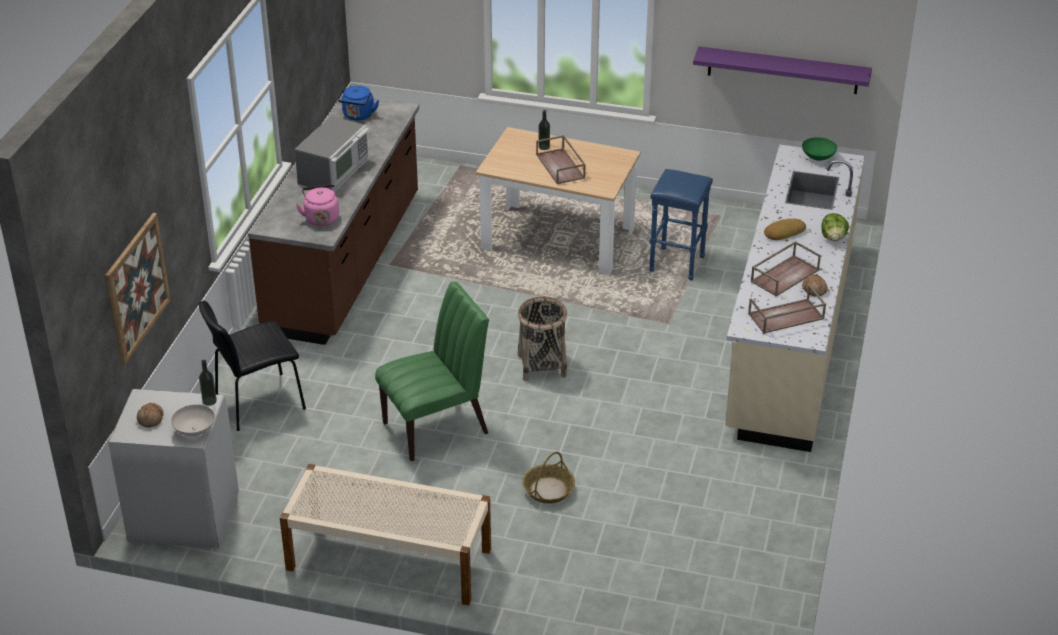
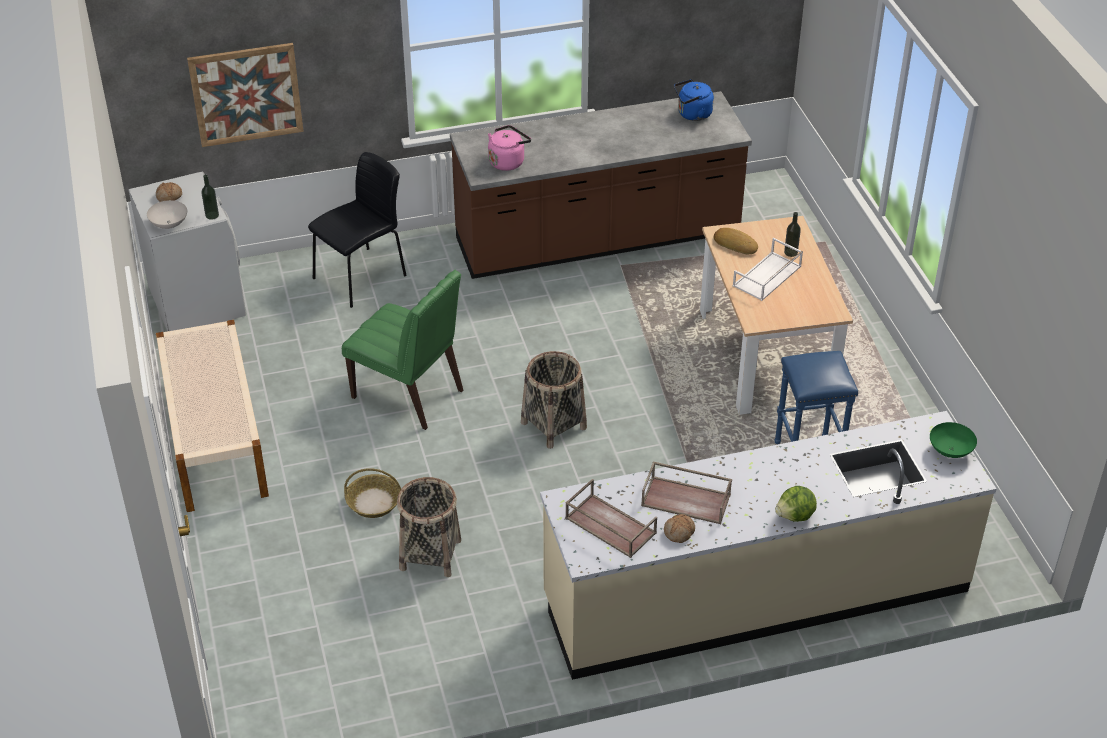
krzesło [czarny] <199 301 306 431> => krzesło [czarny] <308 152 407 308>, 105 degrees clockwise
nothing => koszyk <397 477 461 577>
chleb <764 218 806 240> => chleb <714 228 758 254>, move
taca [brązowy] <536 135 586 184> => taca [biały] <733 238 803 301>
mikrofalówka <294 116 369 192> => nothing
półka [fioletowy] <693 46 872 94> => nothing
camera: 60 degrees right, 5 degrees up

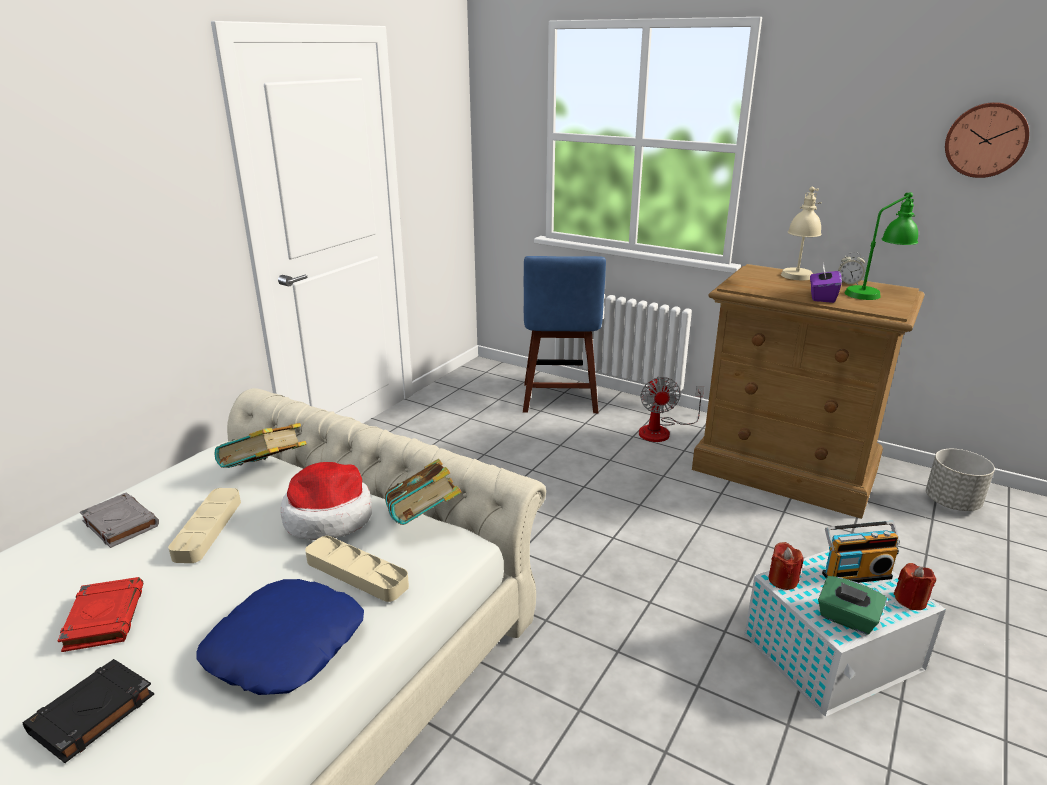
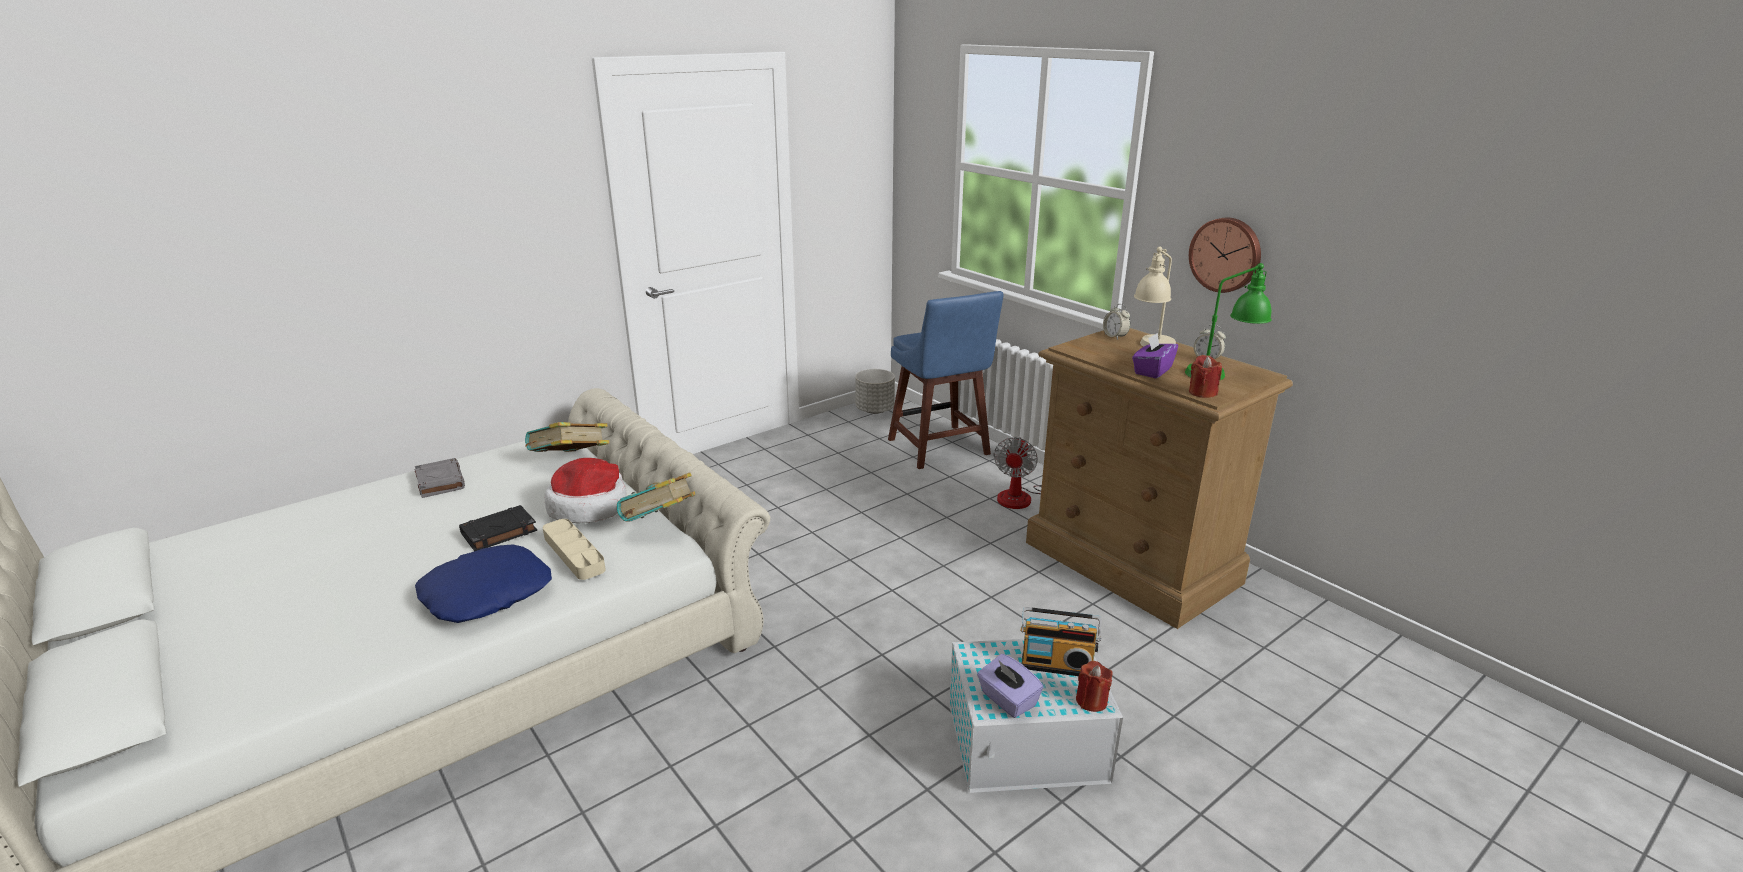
książka [czarny] <23 659 154 763> => książka [czarny] <459 505 537 551>, move
donica [szary] <926 449 995 511> => donica [szary] <855 369 895 414>, move
krzesło [niebieski] <523 256 606 413> => krzesło [niebieski] <888 291 1004 469>, 45 degrees counterclockwise
pudełko chusteczek [zielony] <818 576 887 635> => pudełko chusteczek [fioletowy] <977 654 1043 718>
nothing => budzik <1103 304 1131 340>
zegar ścienny <945 102 1029 178> => zegar ścienny <1189 217 1261 293>, move
świeca [czerwony] <768 542 804 590> => świeca [czerwony] <1189 355 1222 398>, move
książka [czerwony] <58 577 143 652> => nothing
taca [beżowy] <168 488 241 563> => nothing
camera: 20 degrees right, 0 degrees up

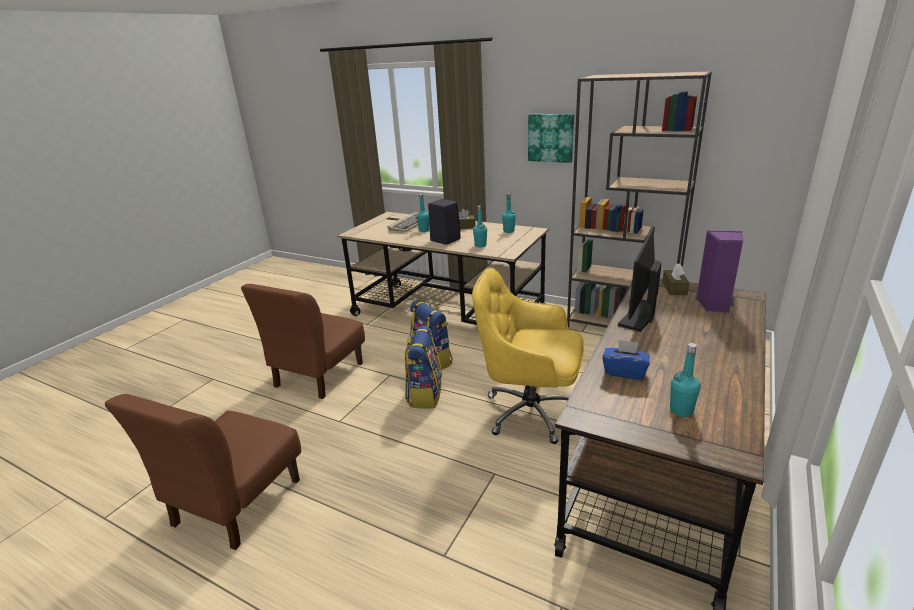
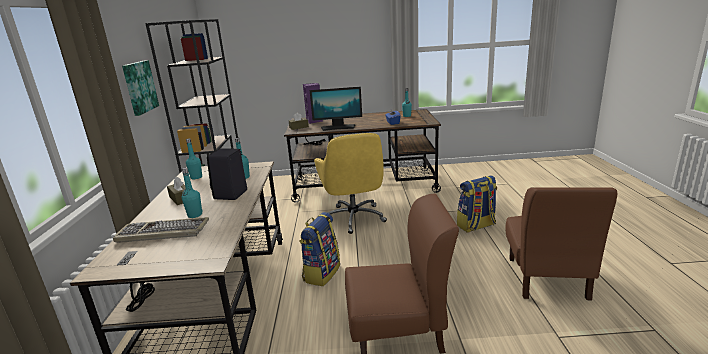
plecak <405 326 442 408> => plecak <457 175 497 233>, move
krzesło [brązowy] <105 394 301 550> => krzesło [brązowy] <505 188 617 300>, 105 degrees clockwise
camera: 120 degrees left, 5 degrees down

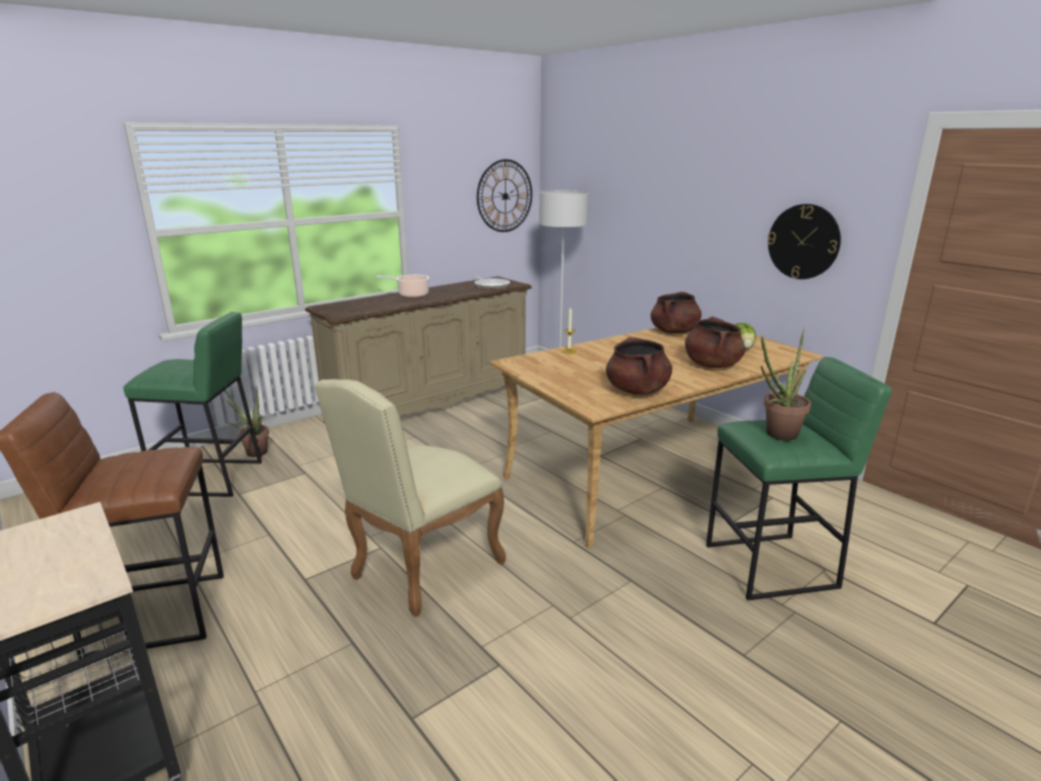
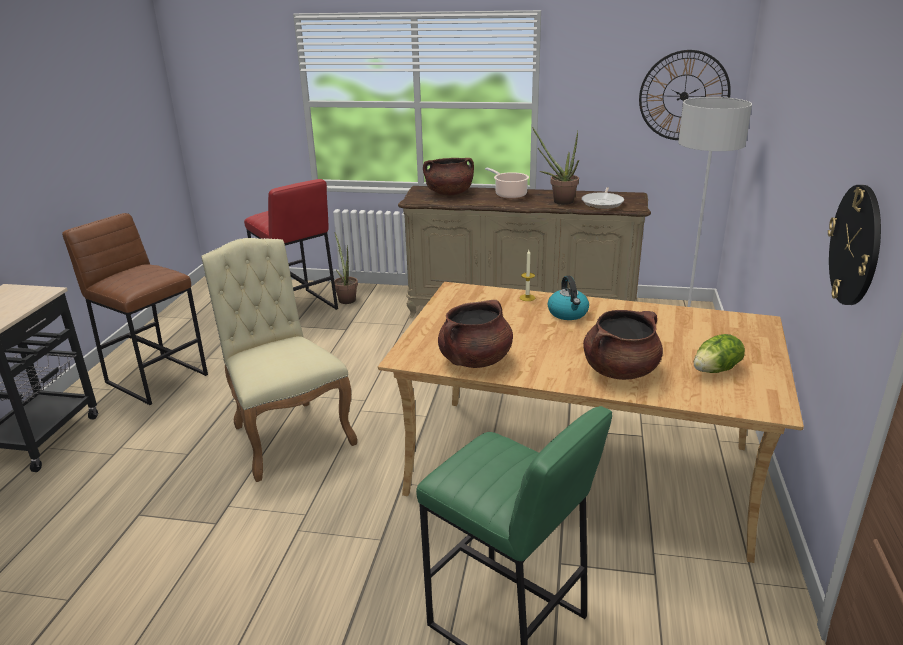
krzesło [beżowy] <314 379 506 617> => krzesło [beżowy] <201 238 357 482>, 60 degrees clockwise
stołek [zielony] <123 312 262 497> => stołek [czerwony] <244 179 338 310>
garnek [brązowy] <651 292 702 334> => garnek [brązowy] <423 158 474 195>, move
roślina doniczkowa <761 327 811 441> => roślina doniczkowa <532 127 579 205>, move
nothing => czajnik <548 276 589 320>
camera: 50 degrees right, 5 degrees up

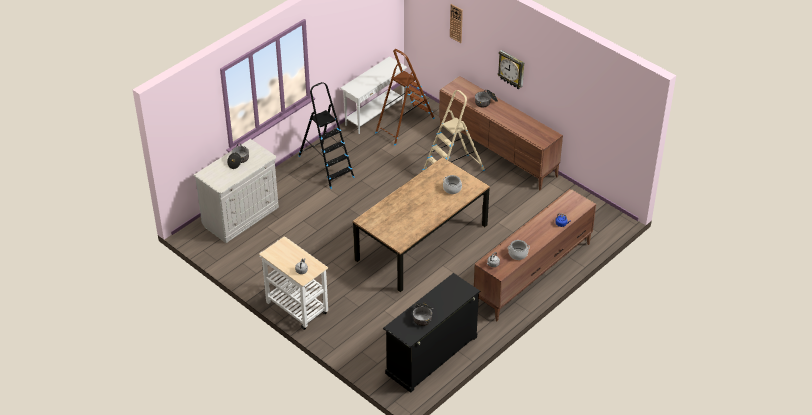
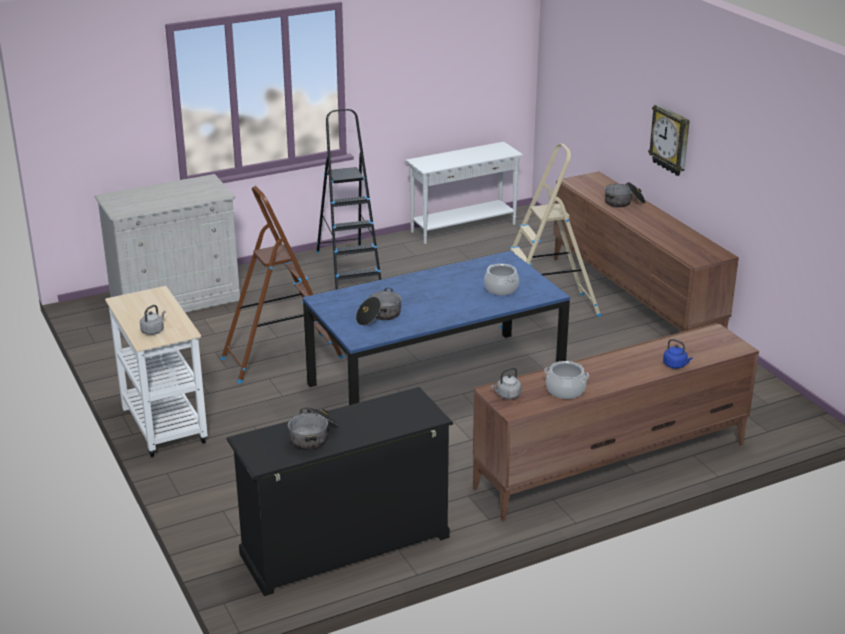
drabinka [brązowy] <375 49 435 146> => drabinka [brązowy] <221 186 344 384>, move
stół jadalny [brązowy] <353 157 490 293> => stół jadalny [niebieski] <303 251 570 405>
garnek <227 144 249 169> => garnek <356 288 402 326>, move
zegar ścienny <450 4 463 43> => nothing
camera: 20 degrees right, 15 degrees down

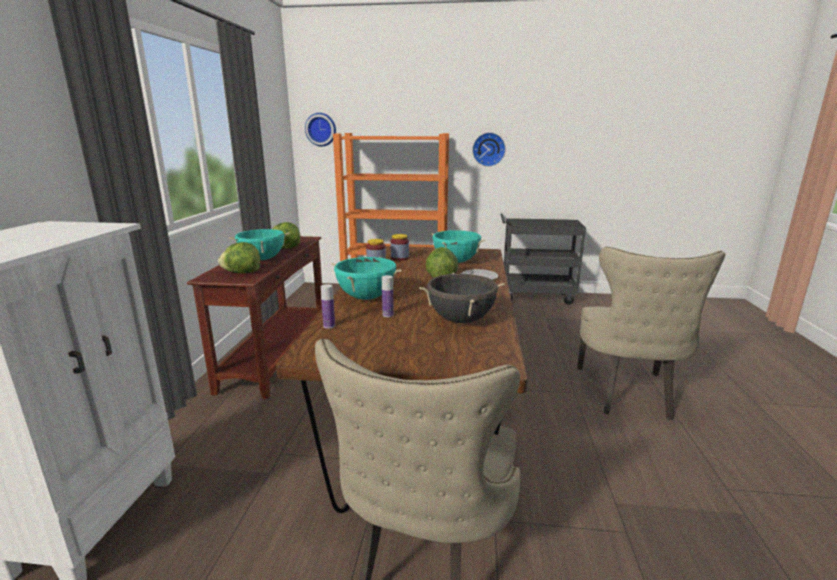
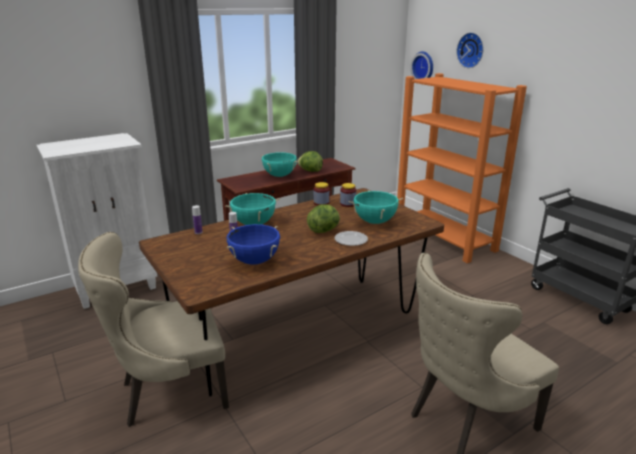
garnek [czarny] <419 273 505 323> => garnek [niebieski] <227 224 280 265>
zegar ścienny <472 132 506 167> => zegar ścienny <456 32 484 68>, move
sałata <218 242 261 273> => nothing
camera: 50 degrees right, 5 degrees up

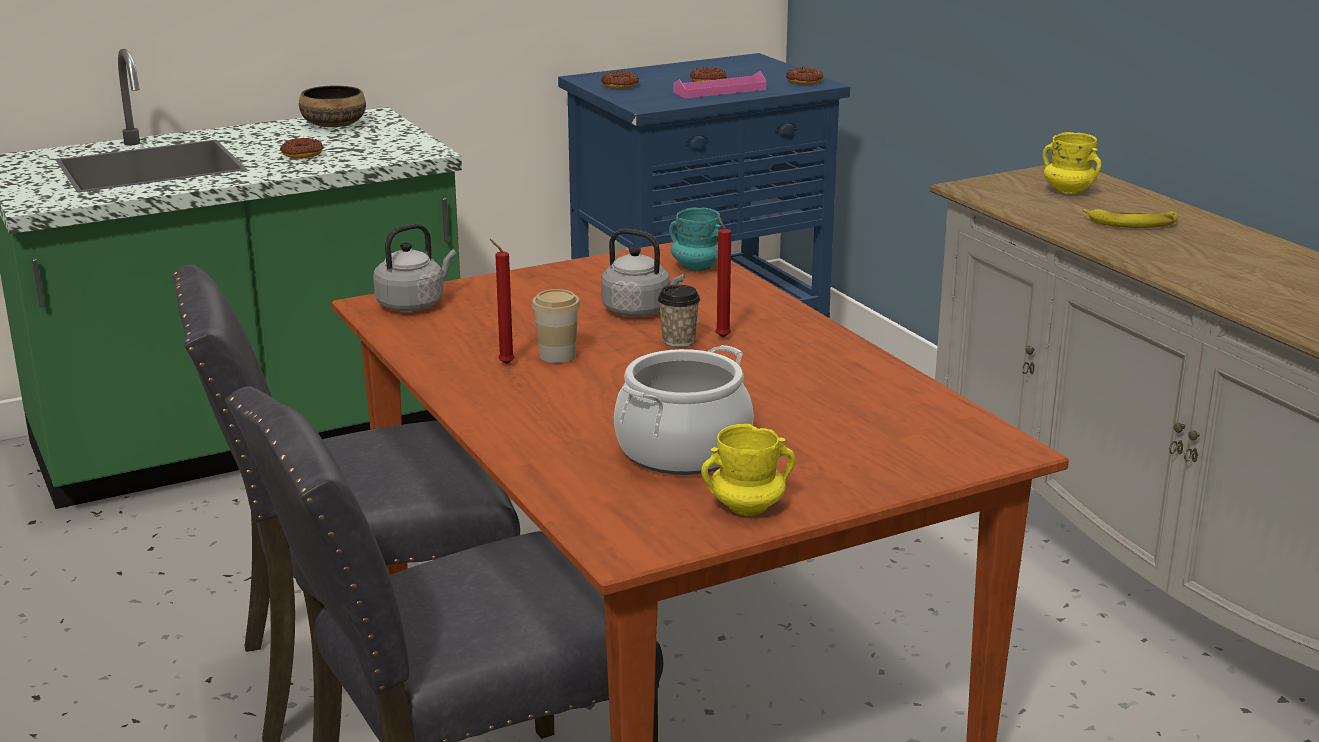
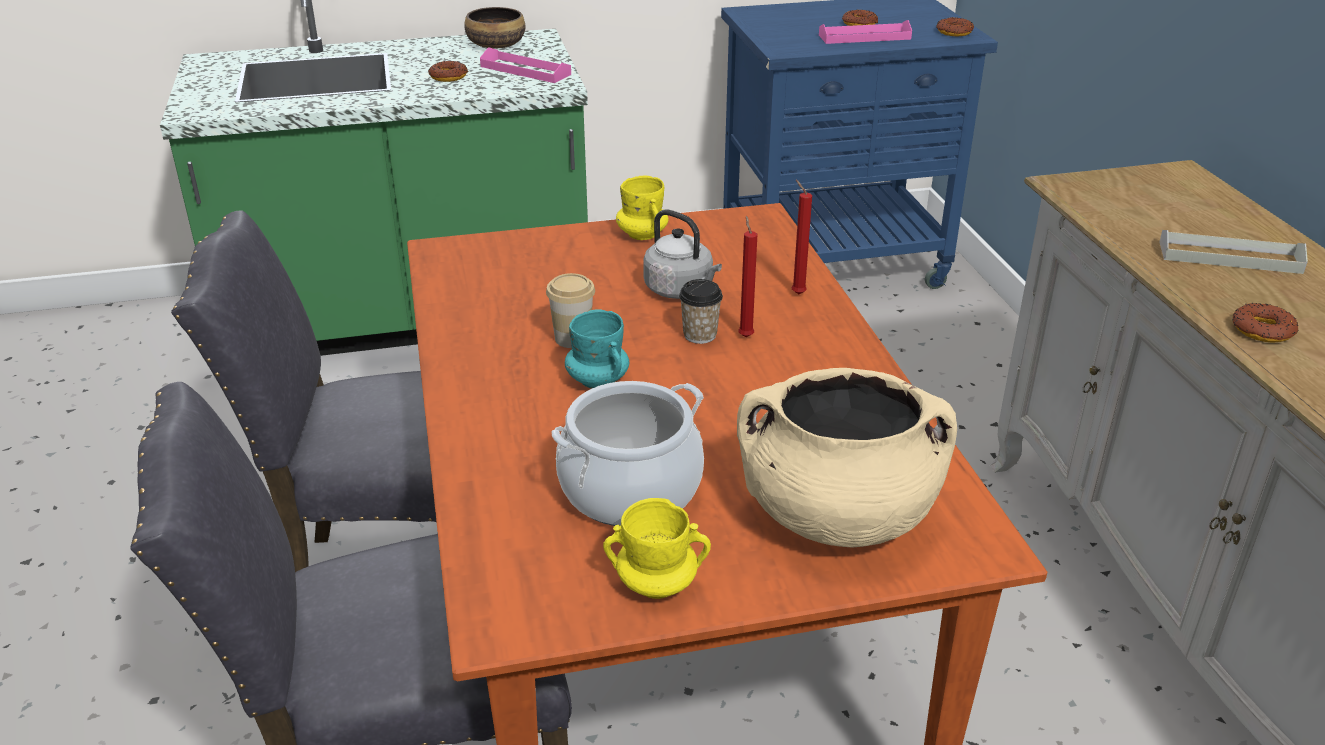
nothing => taca [różowy] <480 47 571 83>
kubek [turkusowy] <669 207 720 271> => kubek [turkusowy] <565 309 629 388>, move
kubek [żółty] <1043 132 1102 194> => kubek [żółty] <616 176 669 240>, move
nothing => garnek [beżowy] <737 368 957 548>
świeca [czerwony] <490 239 515 364> => świeca [czerwony] <792 180 812 294>, move
banan <1083 209 1178 228> => taca [szary] <1159 230 1308 274>
donut <601 71 639 89> => donut <1233 303 1298 343>, move
czajnik [szary] <373 223 456 311> => nothing
camera: 15 degrees right, 10 degrees up

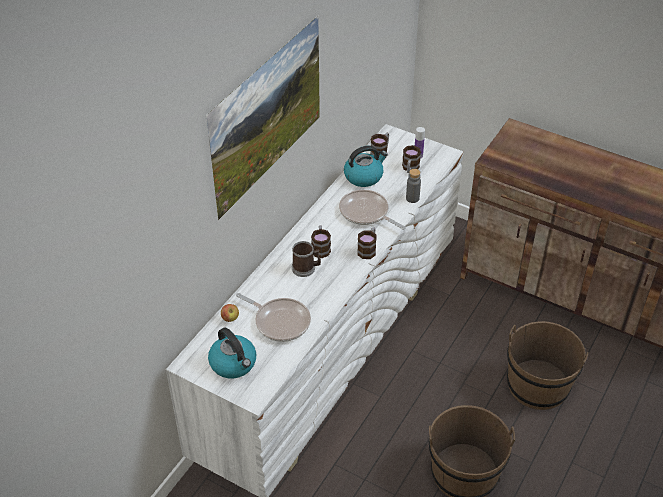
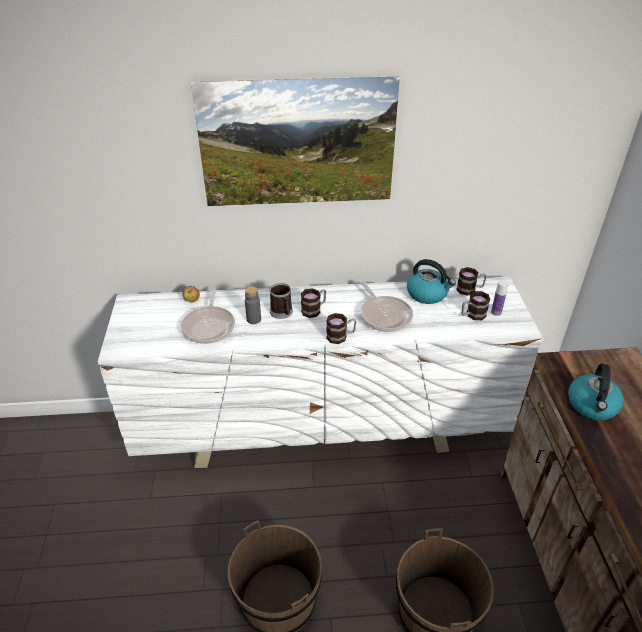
butelka [szary] <406 169 421 203> => butelka [szary] <245 286 261 324>, move
patelnia <339 190 406 230> => patelnia <360 281 413 332>, 150 degrees clockwise
czajnik <208 328 256 378> => czajnik <568 363 624 420>, move
camera: 55 degrees right, 5 degrees down

